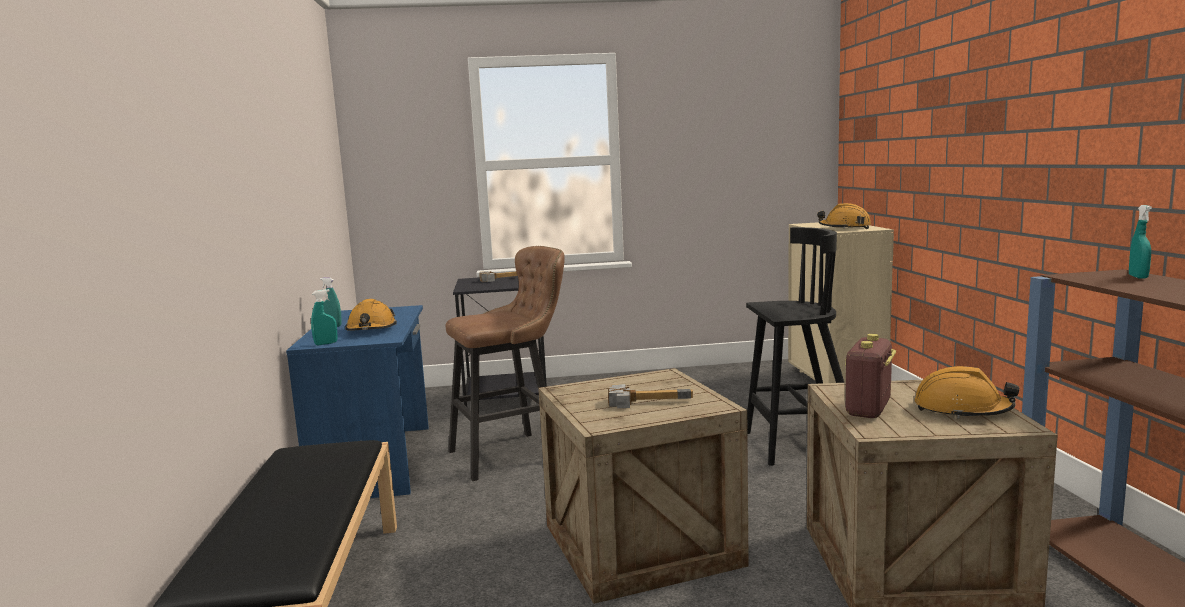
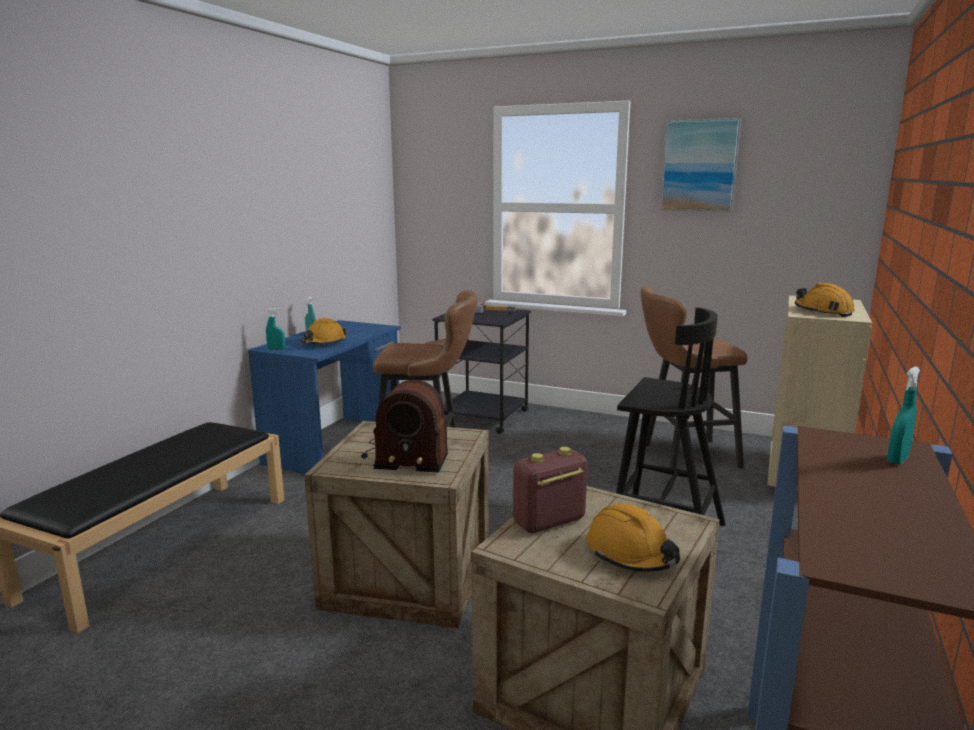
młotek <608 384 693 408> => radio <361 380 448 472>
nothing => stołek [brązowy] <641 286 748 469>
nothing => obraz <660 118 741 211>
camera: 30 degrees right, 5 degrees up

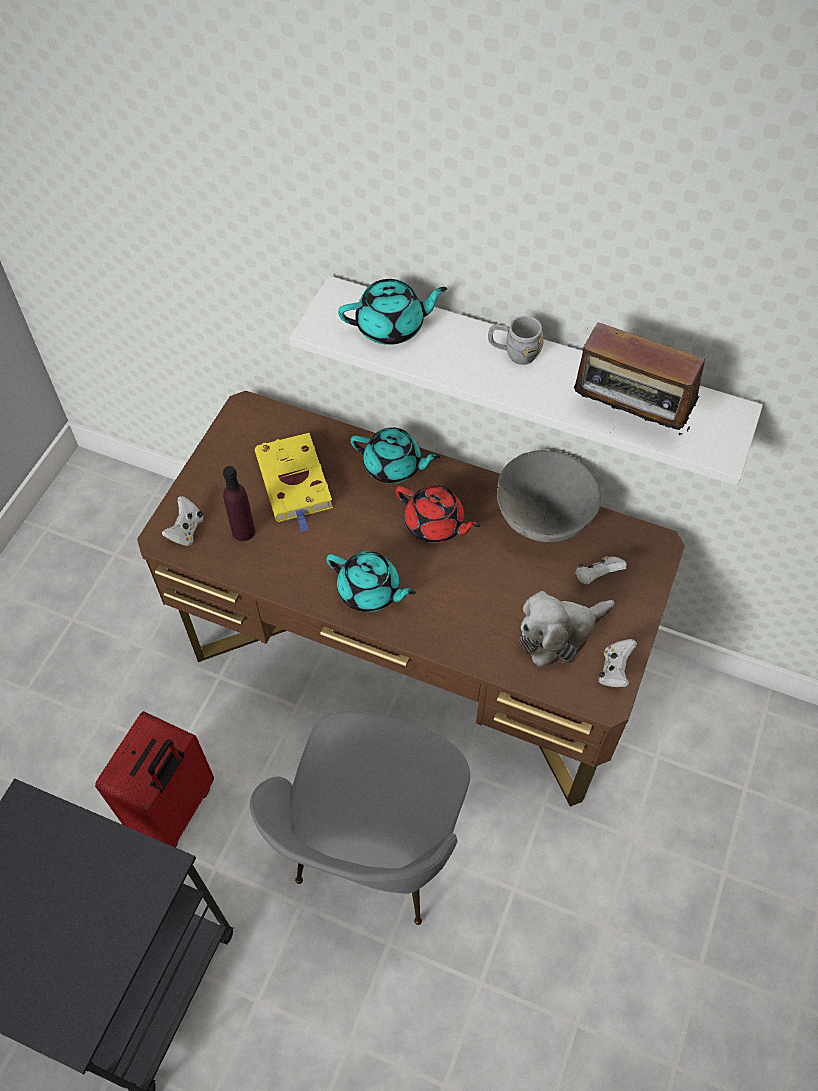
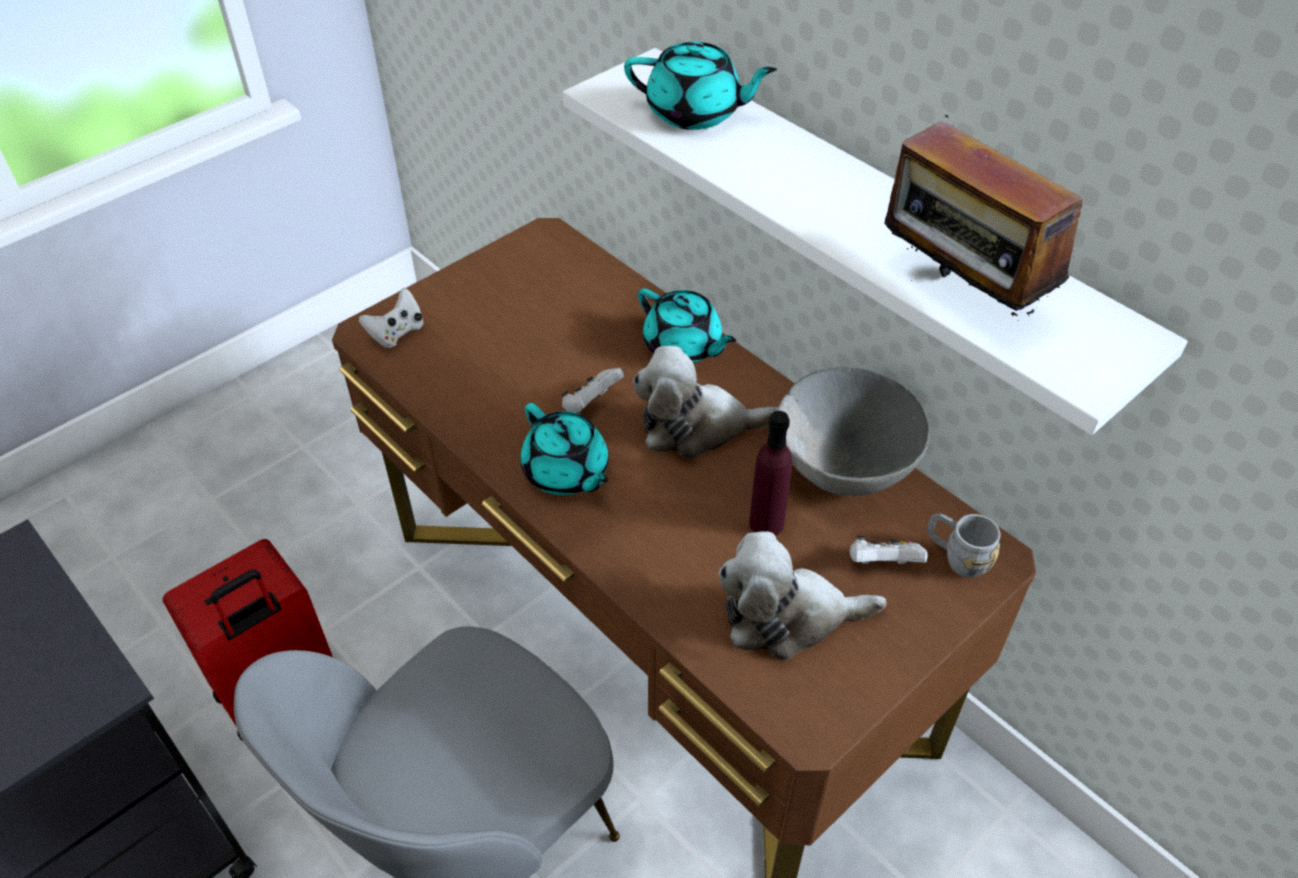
pad do gier [biały] <598 639 637 687> => pad do gier [biały] <561 368 624 413>, move
imbryk [czerwony] <396 485 480 543> => pluszak <633 346 778 459>
butelka [fioletowy] <223 466 255 541> => butelka [fioletowy] <749 411 792 536>, move
kubek [szary] <488 316 544 365> => kubek [szary] <927 513 1000 578>, move
książka [żółty] <255 433 333 533> => nothing
camera: 25 degrees right, 10 degrees down

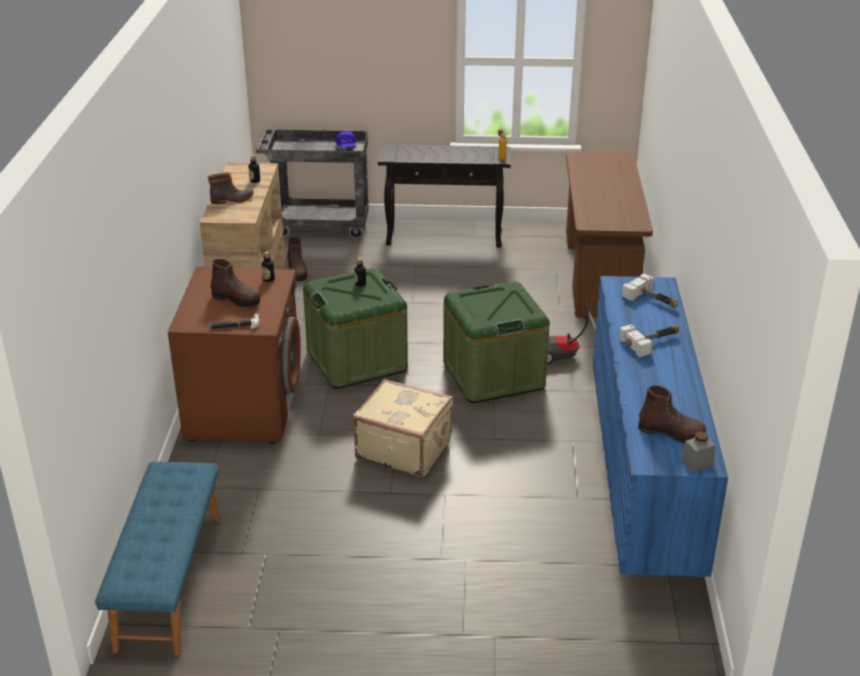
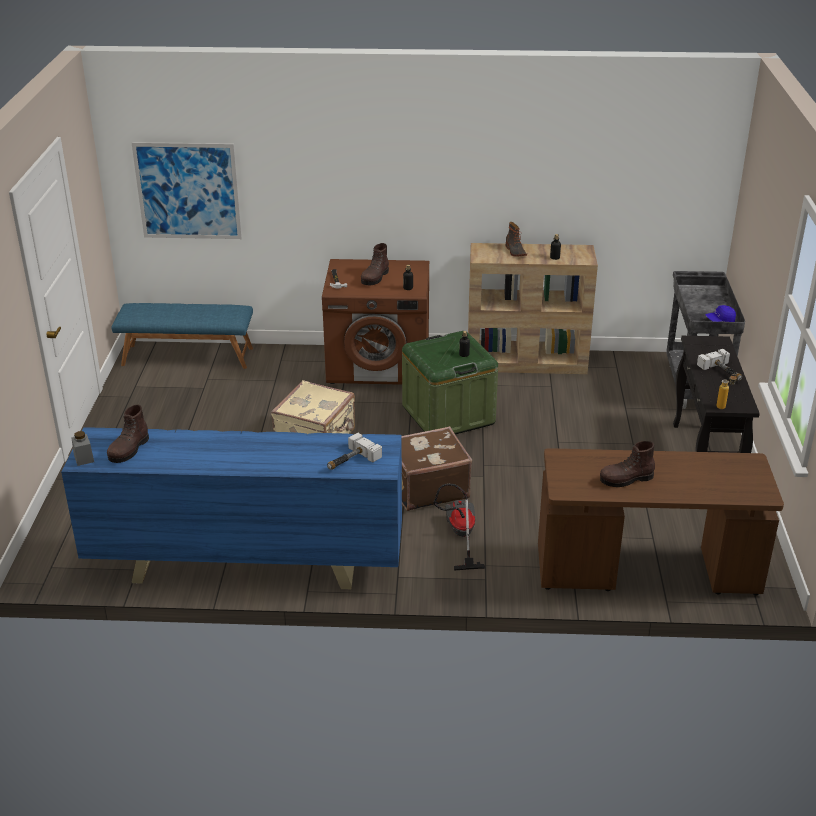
nothing => obraz <132 142 242 239>
pojemnik do przechowywania [zielony] <443 282 550 403> => walizka [brązowy] <401 426 472 511>
but z cholewką [brązowy] <287 237 308 281> => but z cholewką [brązowy] <600 441 655 487>, move
młotek <619 324 679 357> => młotek <697 349 742 381>, move
camera: 90 degrees right, 0 degrees up

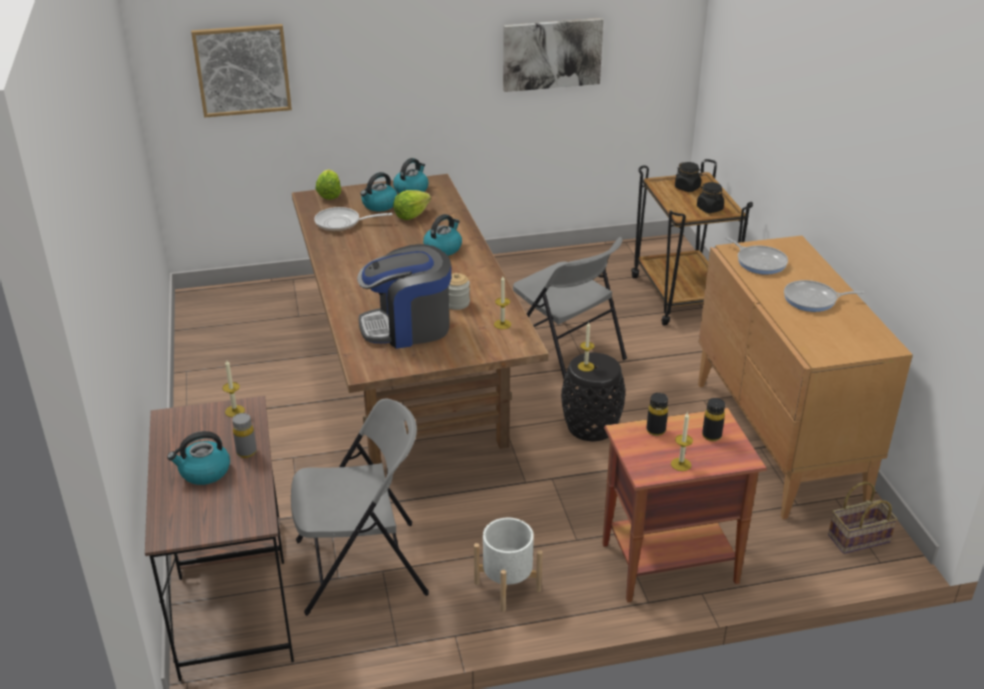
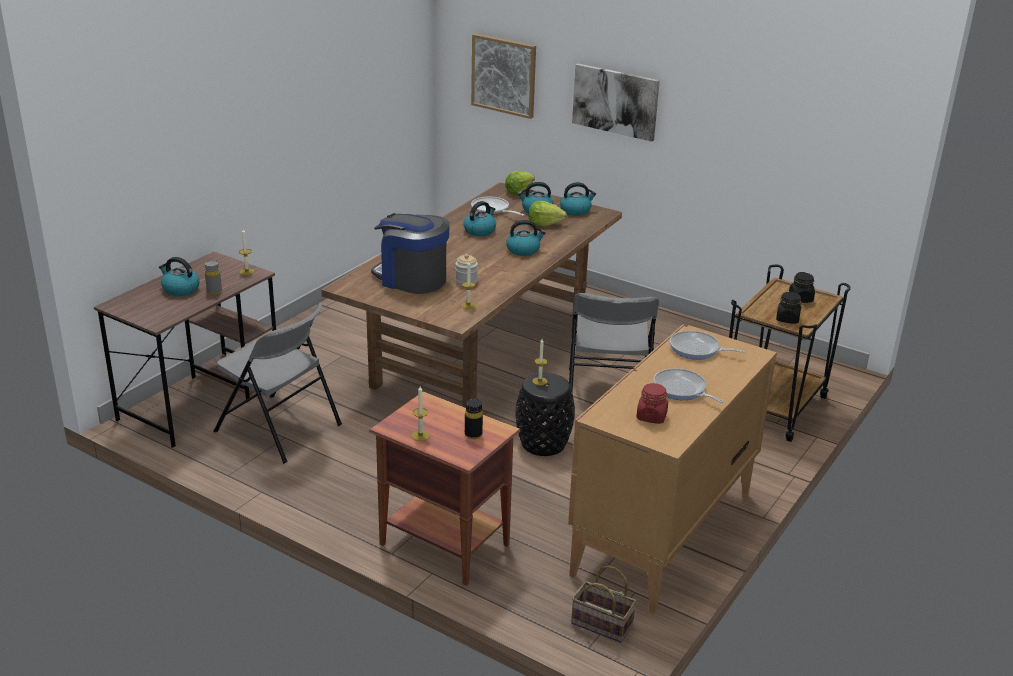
nothing => czajnik <463 201 496 236>
obraz <503 18 604 92> => obraz <572 64 660 142>, move
nothing => słoik [czerwony] <636 383 668 424>
patelnia <724 237 788 275> => patelnia <670 331 745 360>, 105 degrees clockwise
donica [biały] <474 518 543 612> => nothing
butelka [czarny] <647 393 668 436> => nothing
camera: 45 degrees right, 5 degrees down

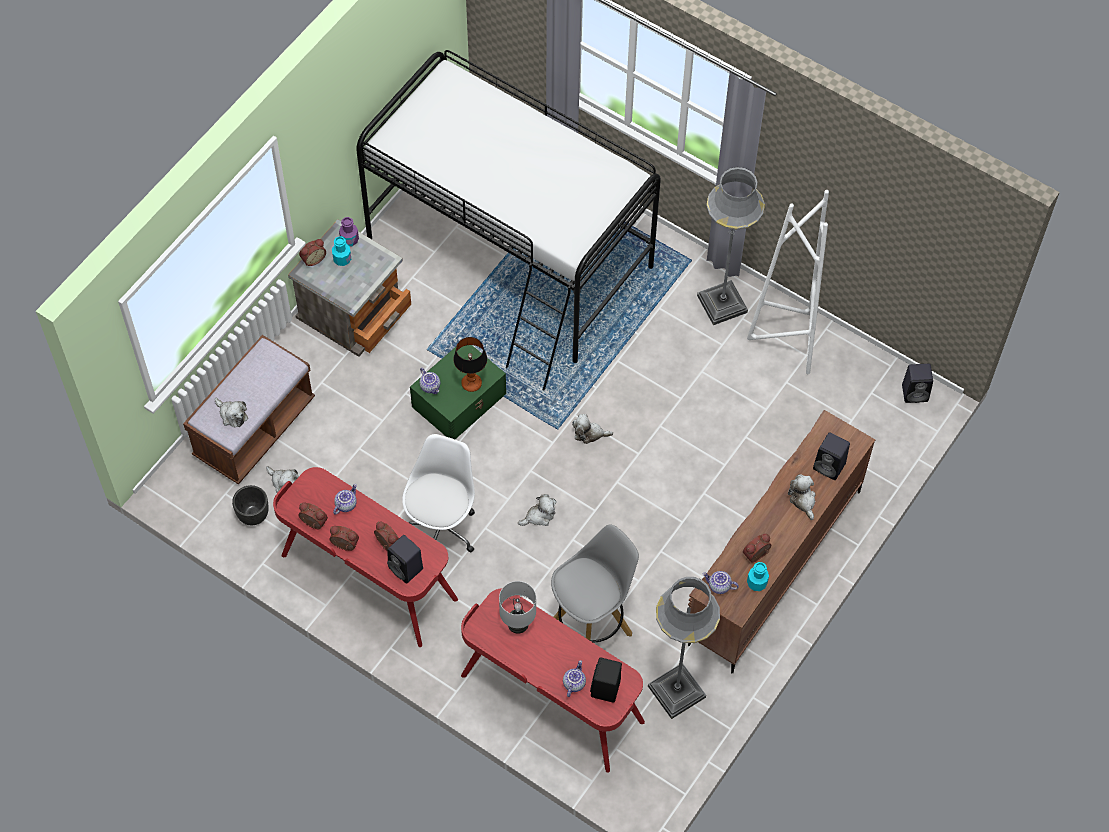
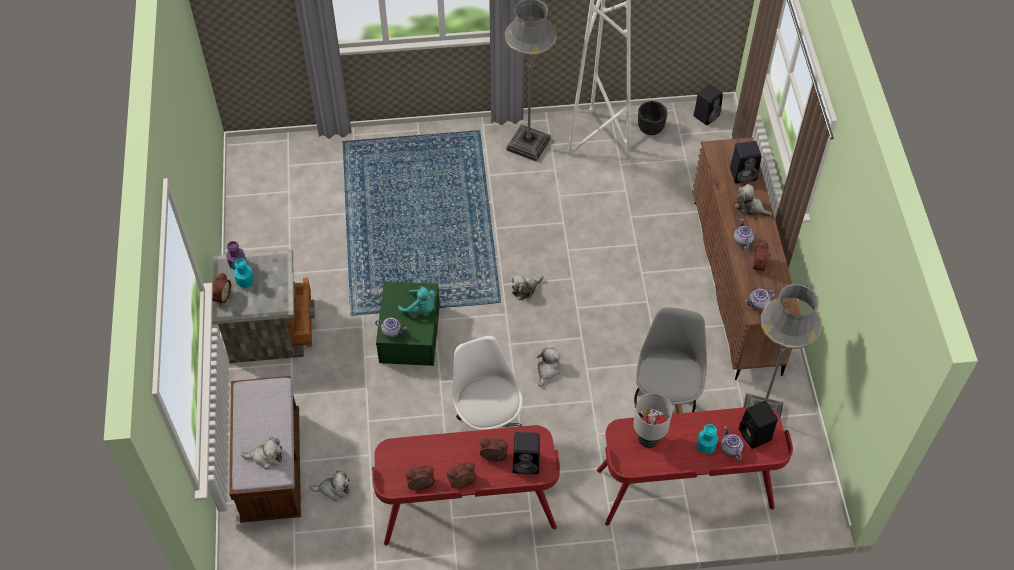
lampa stołowa <453 337 487 392> => pluszak [turkusowy] <398 286 436 313>
donica [czarny] <232 485 269 525> => donica [czarny] <638 101 667 135>, move
butelka [turkusowy] <747 562 769 591> => butelka [turkusowy] <696 424 718 454>, move
imbryk <333 484 357 515> => imbryk <733 219 754 250>, move
łóżko [czarny] <356 50 661 391> => nothing
camera: 40 degrees left, 5 degrees down

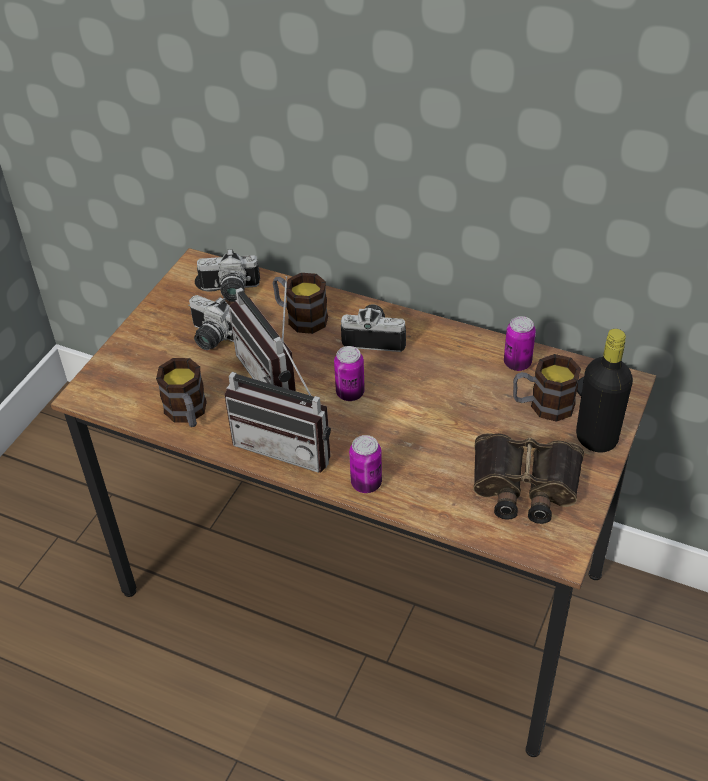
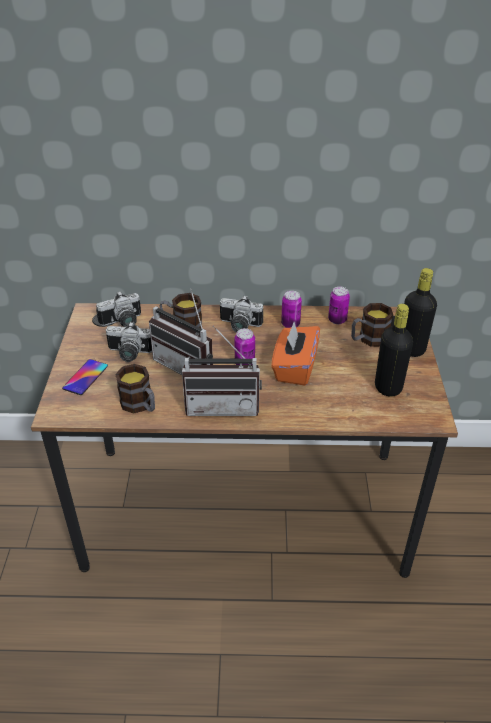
nothing => telefon <62 359 108 395>
aparat fotograficzny <341 304 406 352> => aparat fotograficzny <220 296 263 333>, 150 degrees counterclockwise
nothing => pudełko chusteczek [pomarańczowy] <271 322 320 385>
puszka <349 435 382 493> => puszka <281 291 302 328>, move
lornetka <473 433 584 524> => butelka [czarny] <375 304 413 397>
camera: 25 degrees left, 5 degrees down

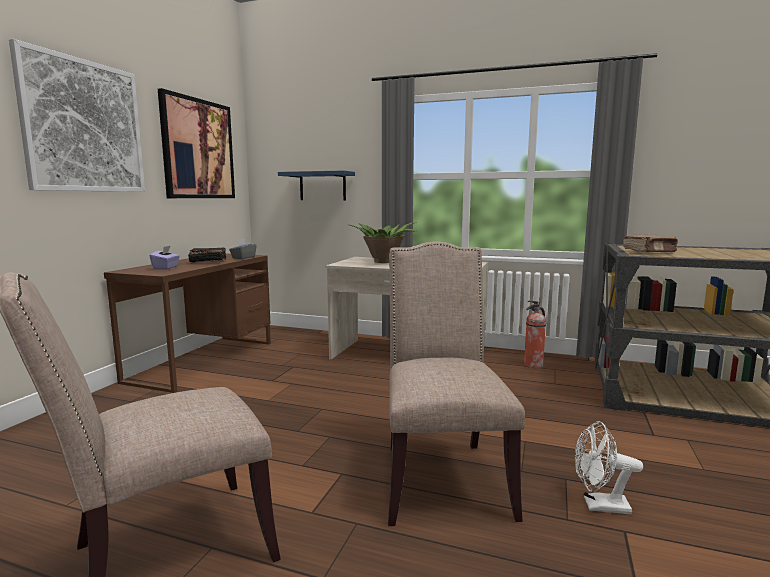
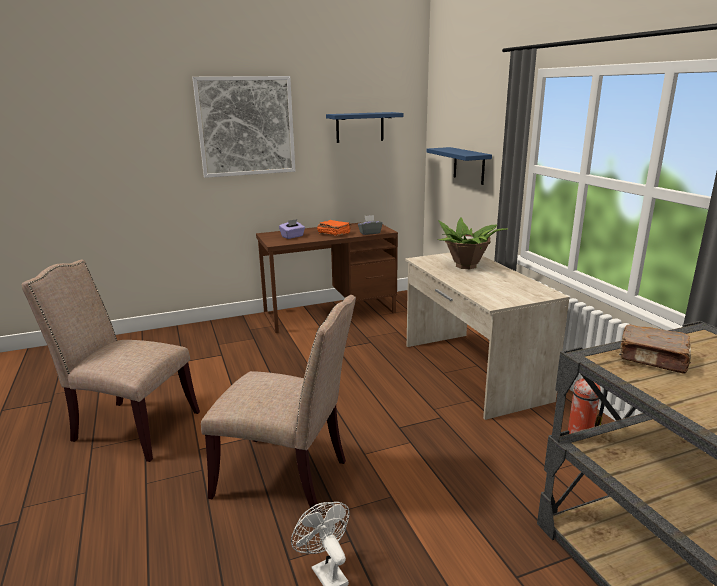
krzesło [beżowy] <388 241 525 526> => krzesło [beżowy] <201 295 356 513>, 60 degrees clockwise
książka [czarny] <188 248 226 263> => książka [pomarańczowy] <317 220 351 236>
obraz <158 88 235 198> => półka [niebieski] <326 112 403 143>
camera: 50 degrees right, 10 degrees up

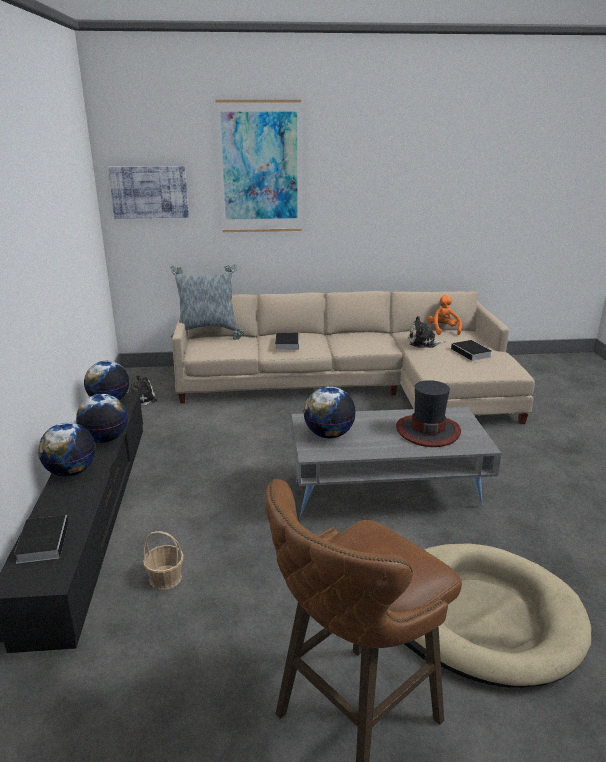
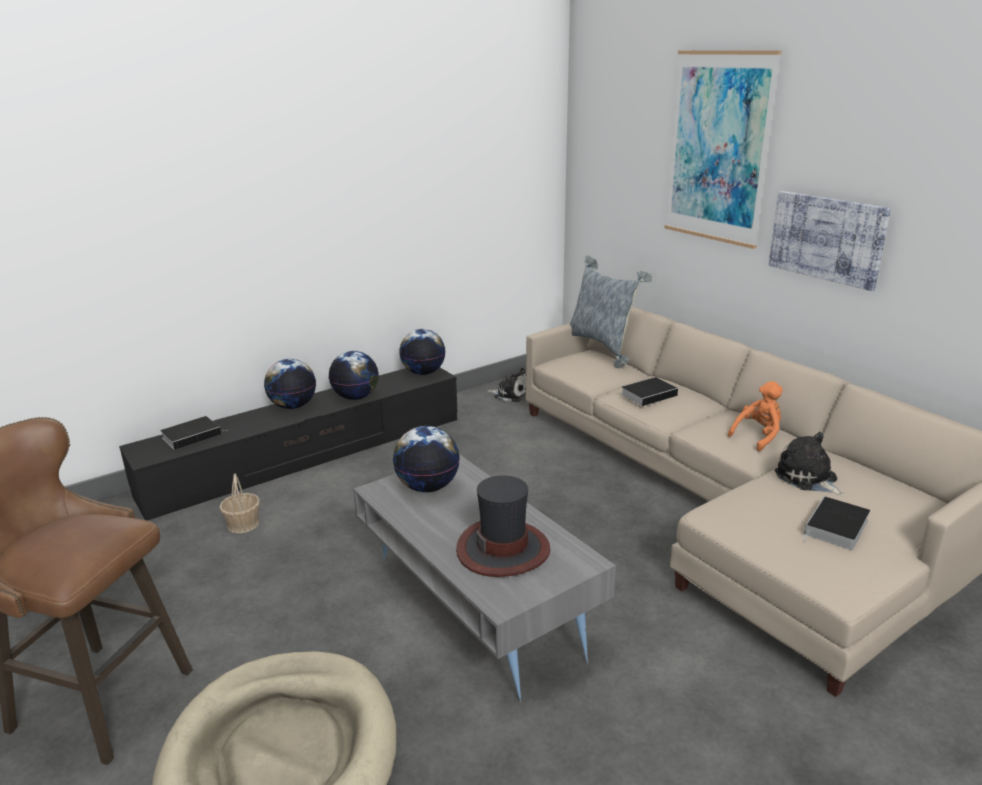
pluszak [pomarańczowy] <428 295 462 335> => pluszak [pomarańczowy] <728 381 783 451>, move
obraz <108 166 189 219> => obraz <768 191 891 291>, move
camera: 60 degrees right, 0 degrees up

